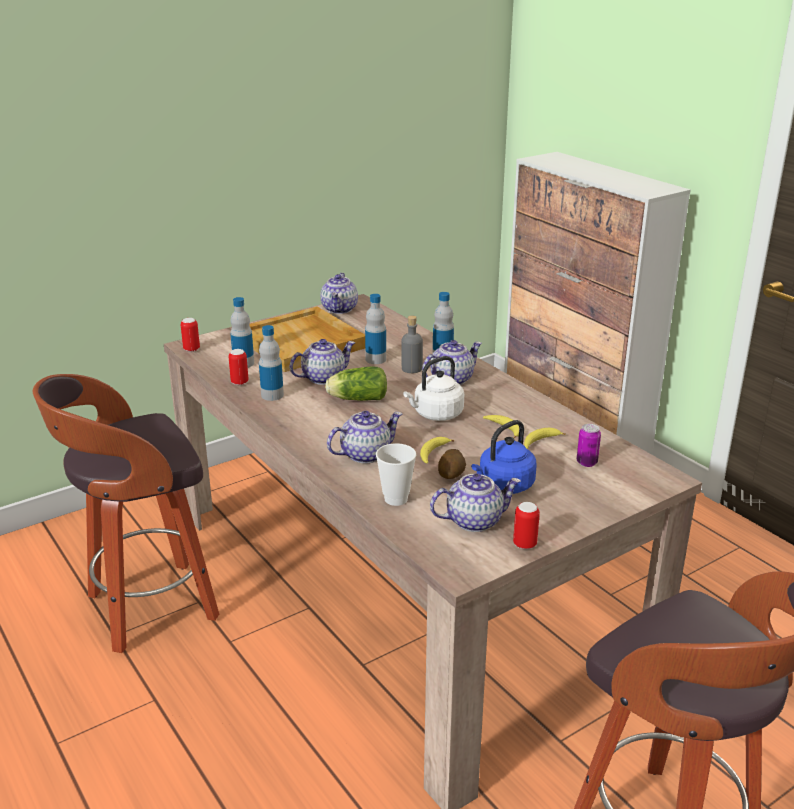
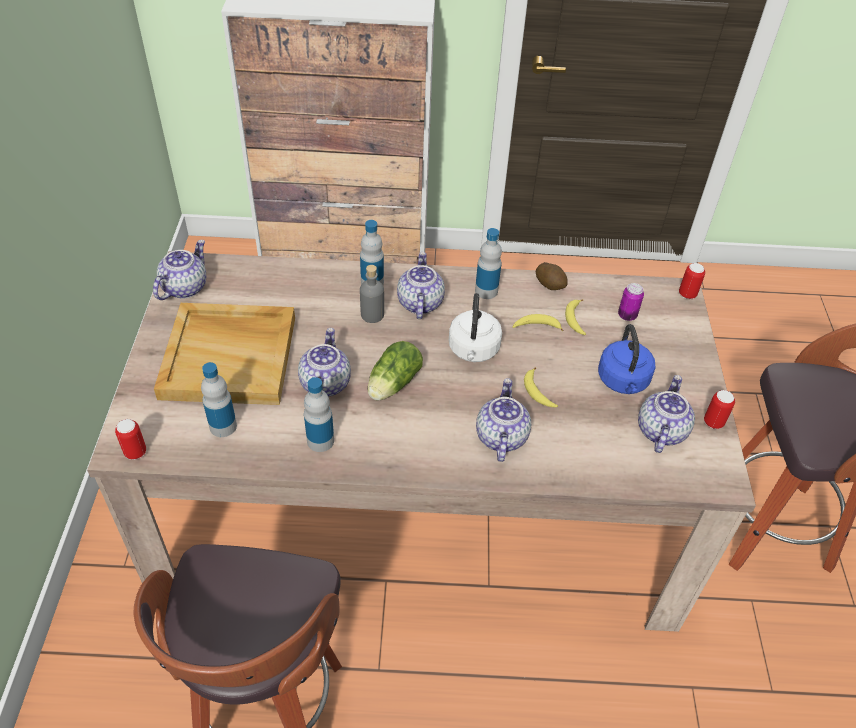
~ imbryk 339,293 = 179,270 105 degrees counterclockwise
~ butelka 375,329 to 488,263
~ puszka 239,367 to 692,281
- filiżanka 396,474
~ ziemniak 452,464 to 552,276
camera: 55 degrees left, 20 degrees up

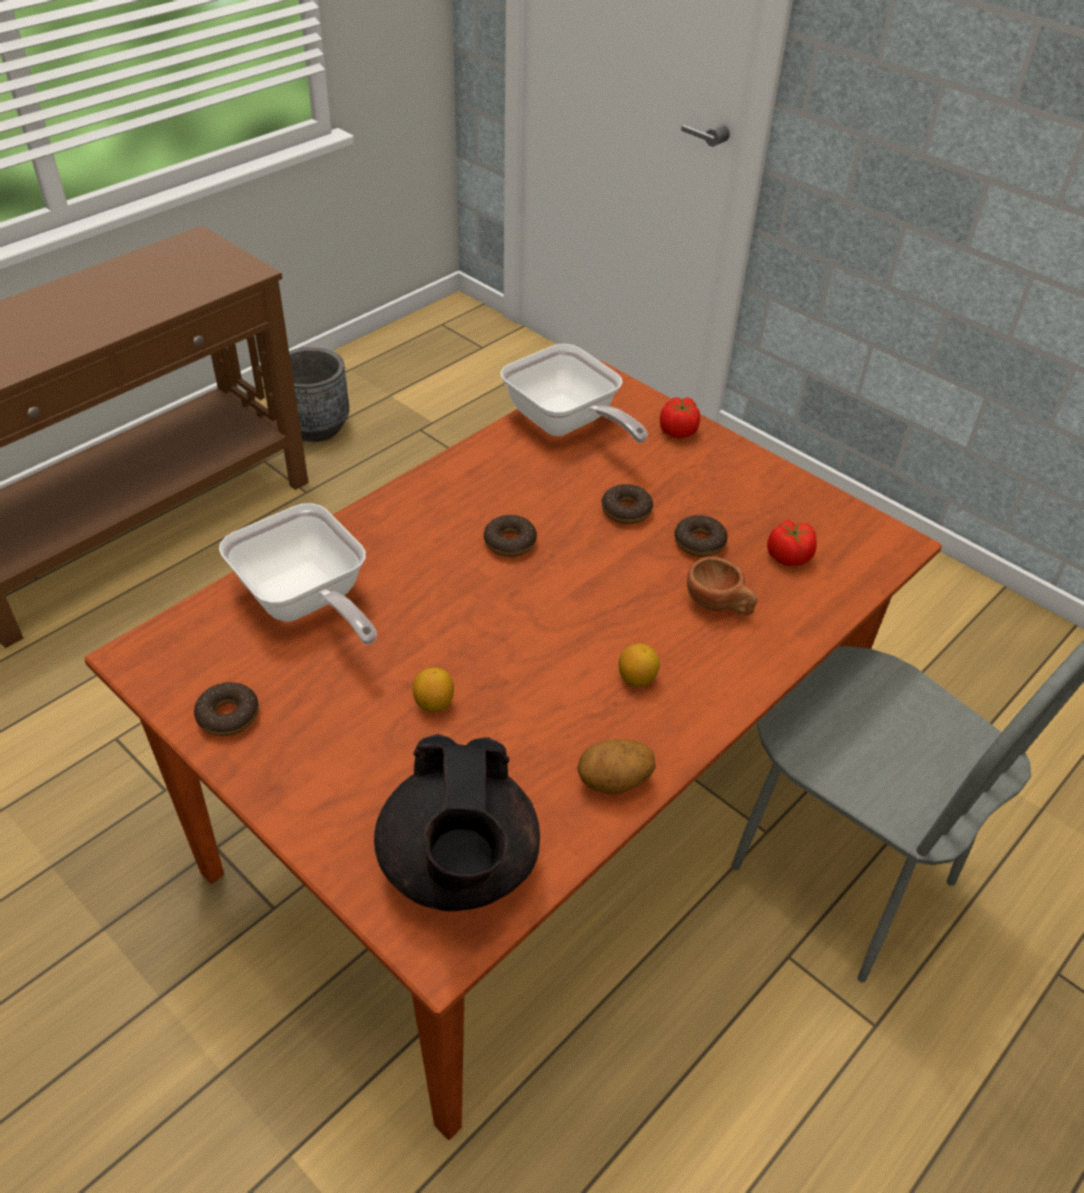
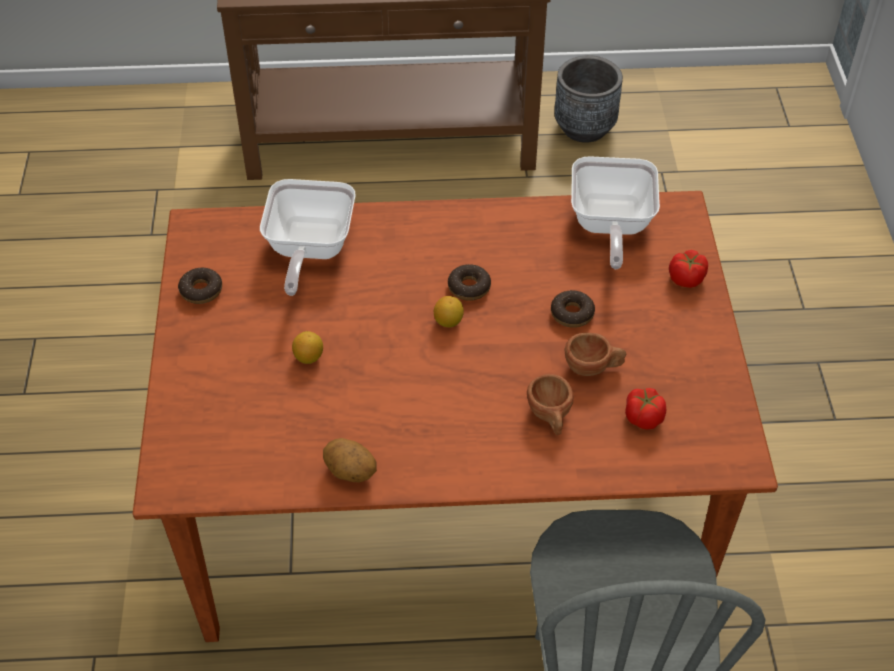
~ donut 701,536 to filiżanka (brązowy) 595,354
~ cytryna 639,664 to 449,311
- imbryk (czarny) 457,822
camera: 45 degrees right, 5 degrees up

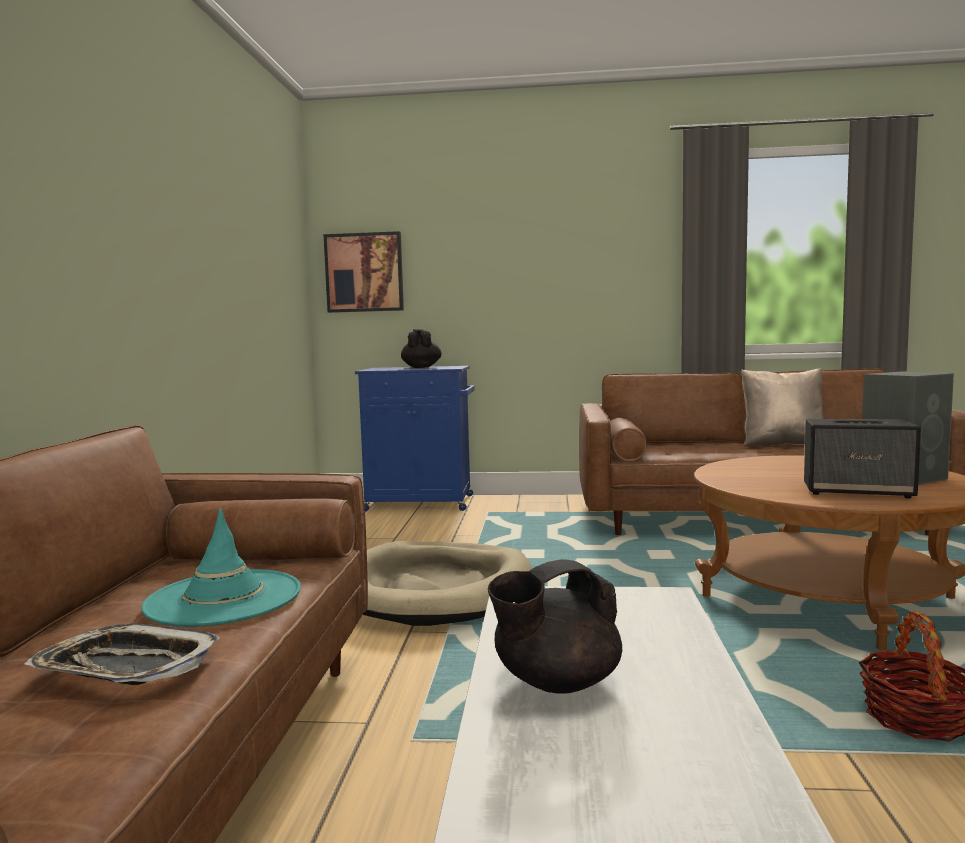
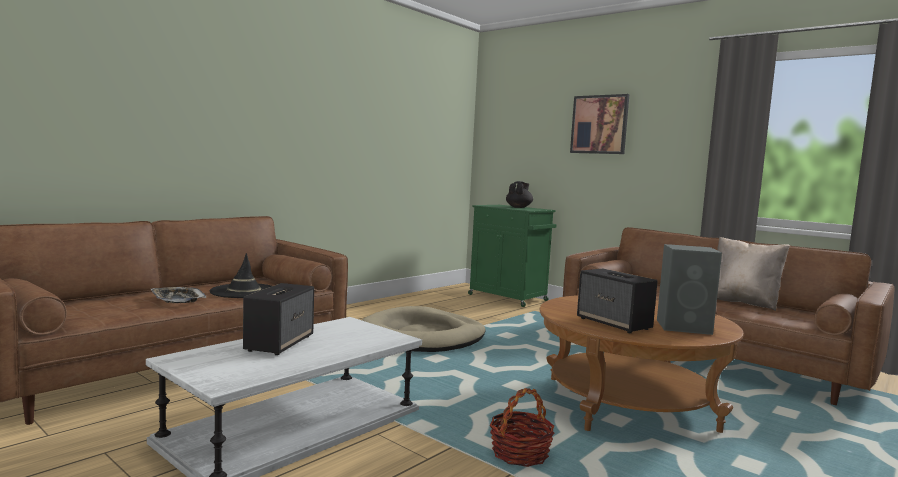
~ obraz 363,272 to 600,124
~ szafka (niebieski) 415,438 to szafka (zielony) 512,256
~ kapelusz (turkusowy) 221,567 to kapelusz (czarny) 241,275
~ imbryk (czarny) 555,626 to głośnik 278,319
camera: 35 degrees right, 0 degrees up

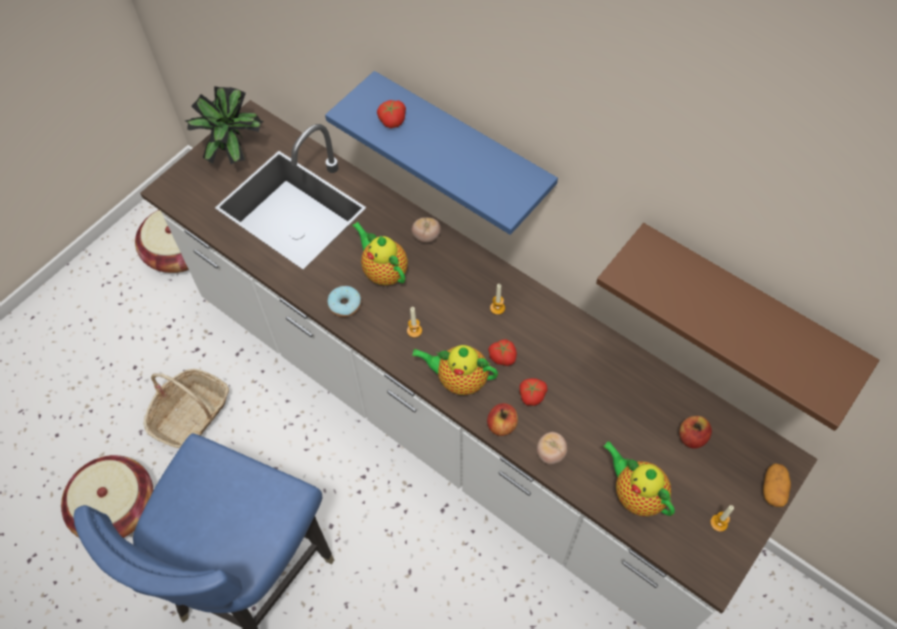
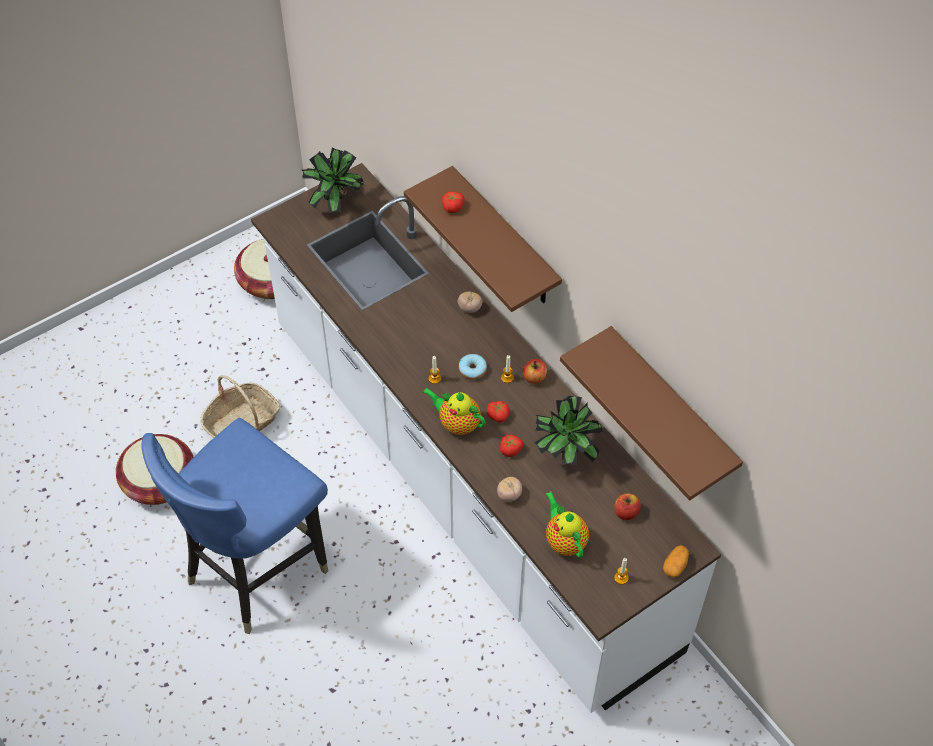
~ półka (niebieski) 441,153 to półka (brązowy) 483,239
- imbryk 380,254
~ donut 344,301 to 473,367
~ jabłko 502,419 to 535,371
+ roślina doniczkowa 568,430
camera: 15 degrees right, 5 degrees down

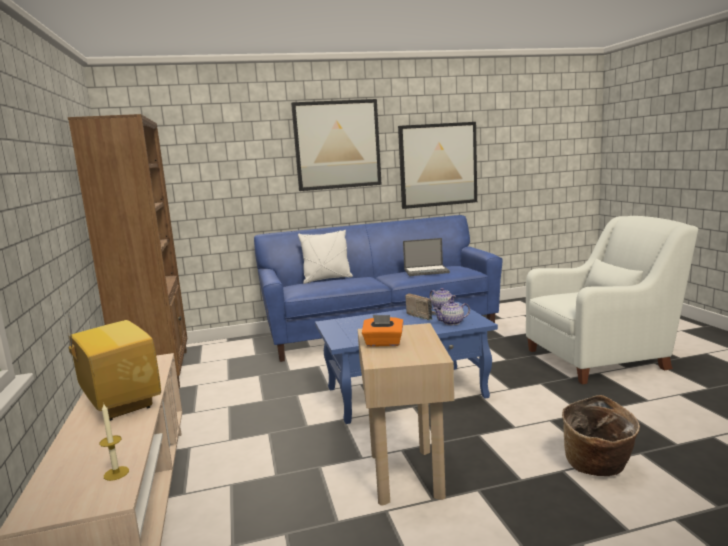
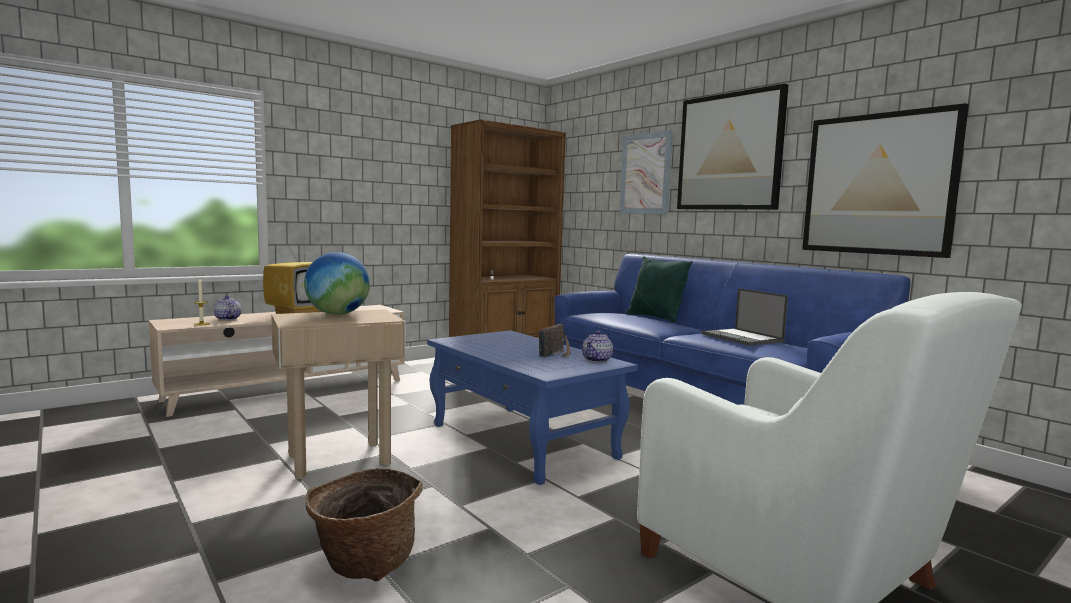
~ poduszka (biały) 325,257 to poduszka (zielony) 659,289
~ imbryk 451,312 to 227,307
~ pudełko chusteczek (pomarańczowy) 383,331 to globus 337,283
+ obraz 646,172
camera: 65 degrees right, 5 degrees down

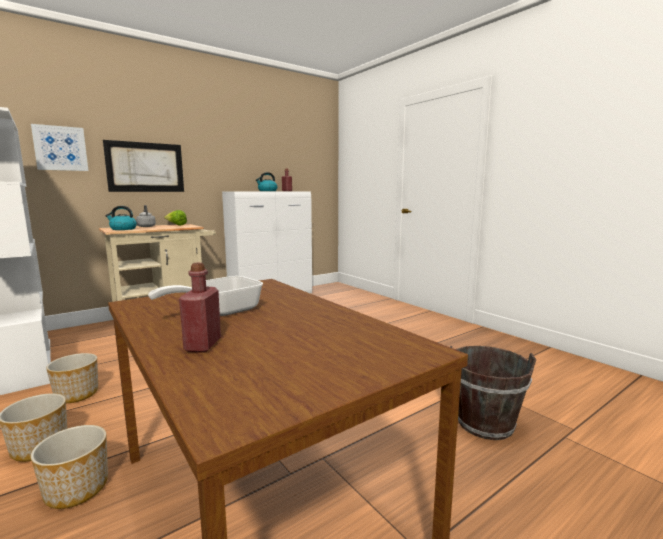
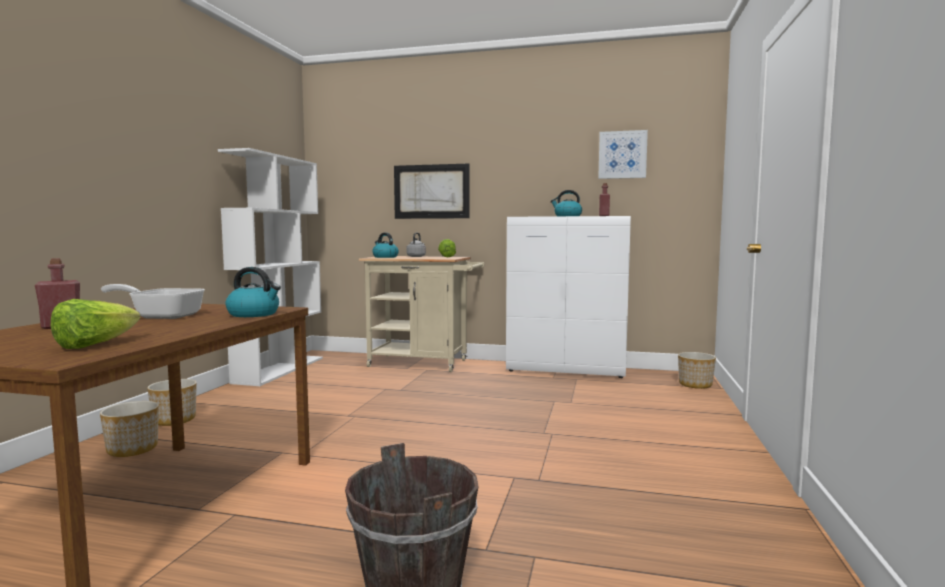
~ obraz 59,147 to 623,154
~ donica 72,378 to 697,370
+ czajnik 253,292
+ sałata 95,324
camera: 50 degrees right, 5 degrees down

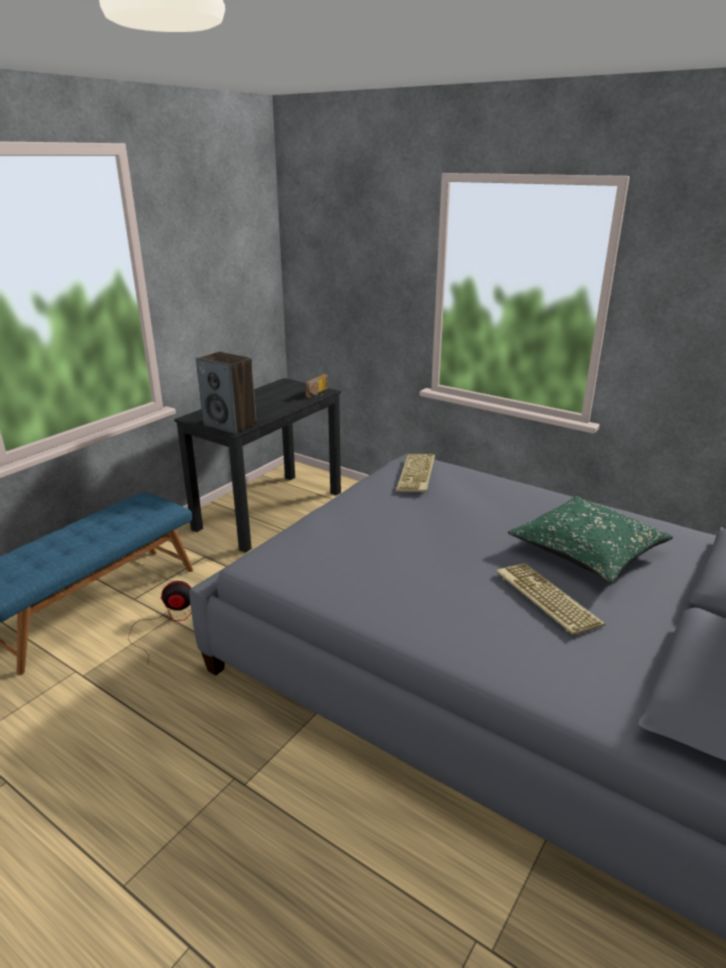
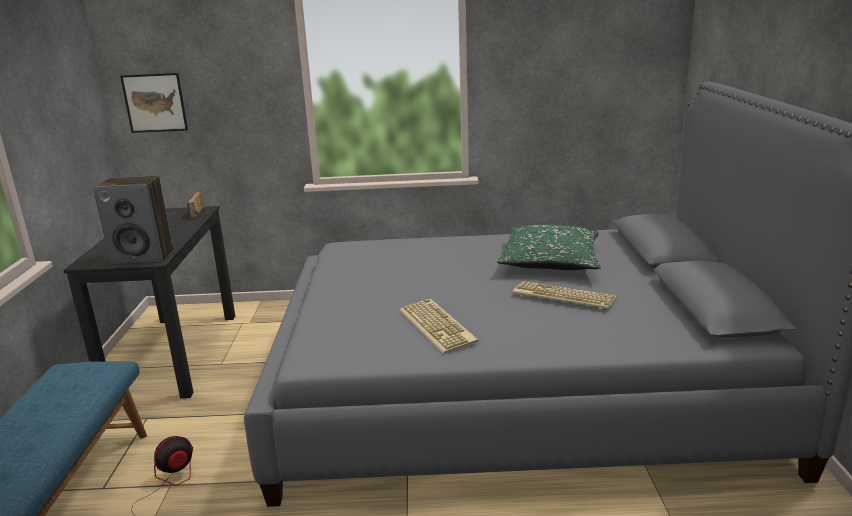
~ klawiatura 415,473 to 438,326
+ obraz 154,103
camera: 35 degrees left, 5 degrees down

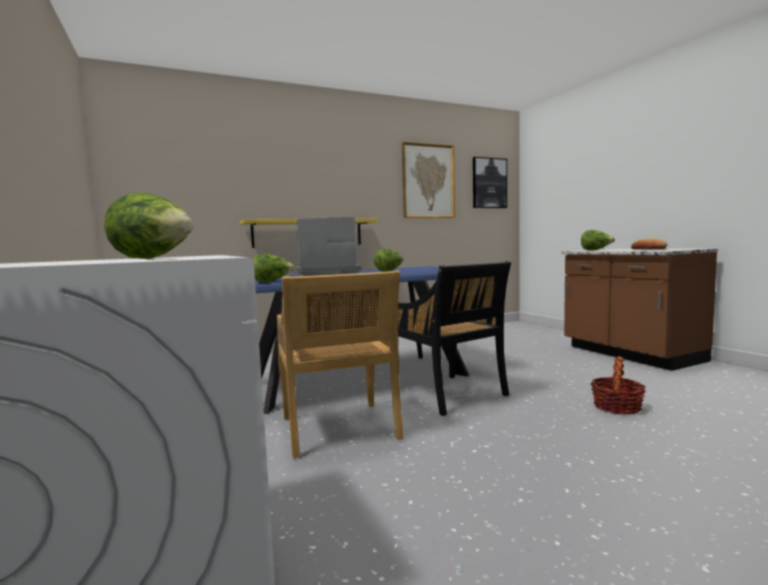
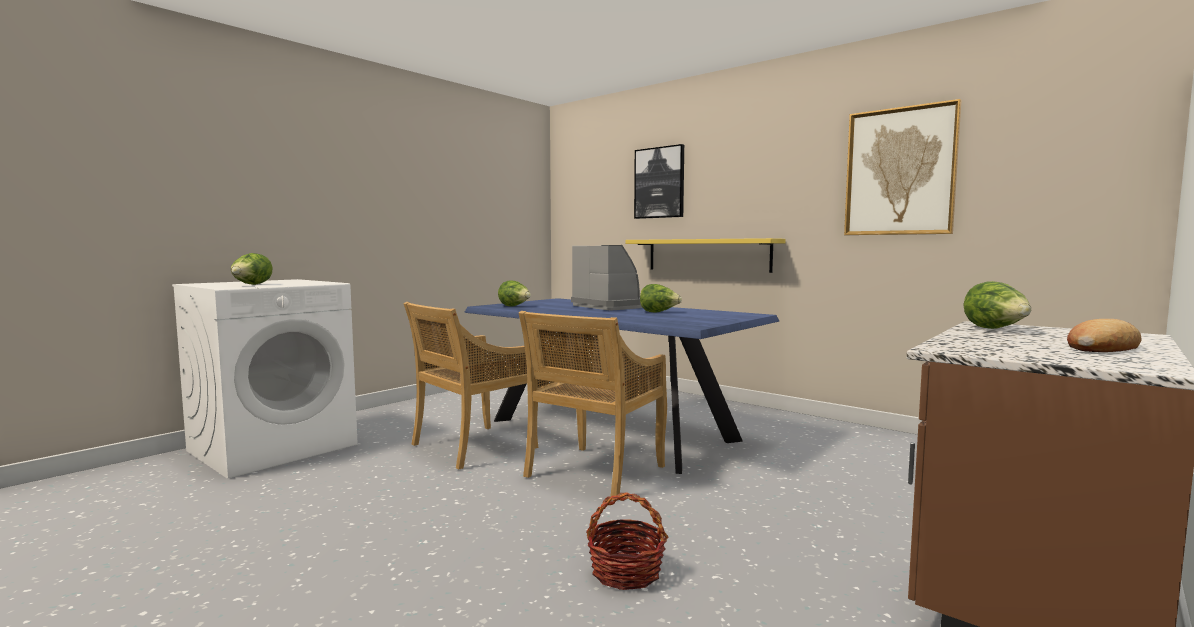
~ obraz 490,182 to 659,181
~ krzesło (czarny) 454,338 to krzesło (beżowy) 593,404
camera: 65 degrees right, 0 degrees up

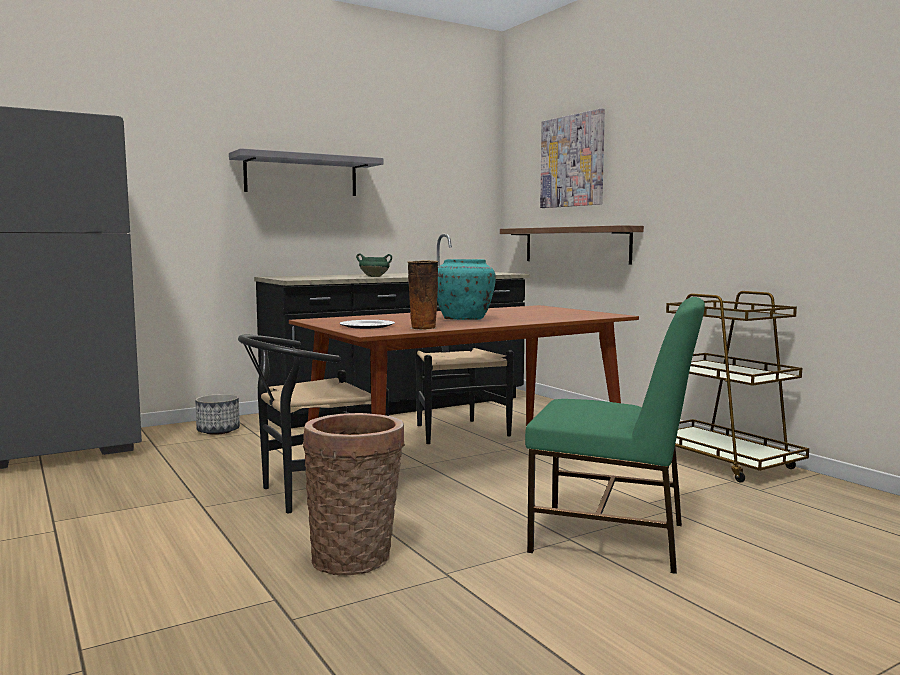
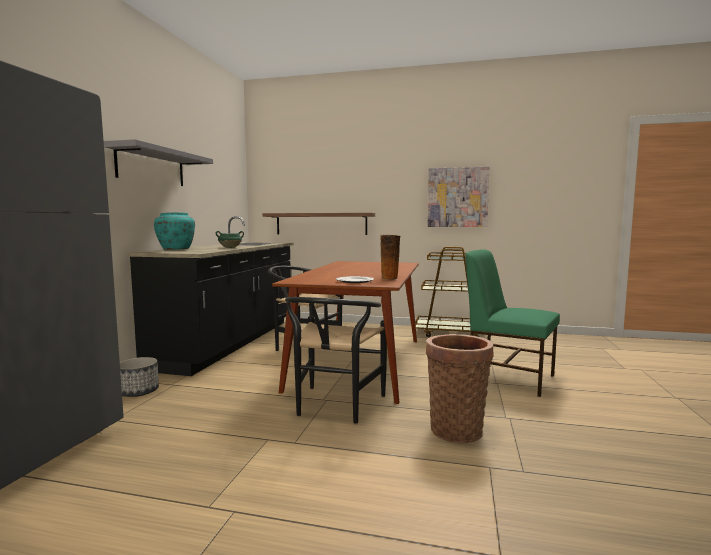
~ obraz 572,158 to 458,197
~ wazon (turkusowy) 466,289 to 174,231
~ krzesło (zielony) 615,435 = 512,323 120 degrees counterclockwise
camera: 45 degrees left, 0 degrees up

